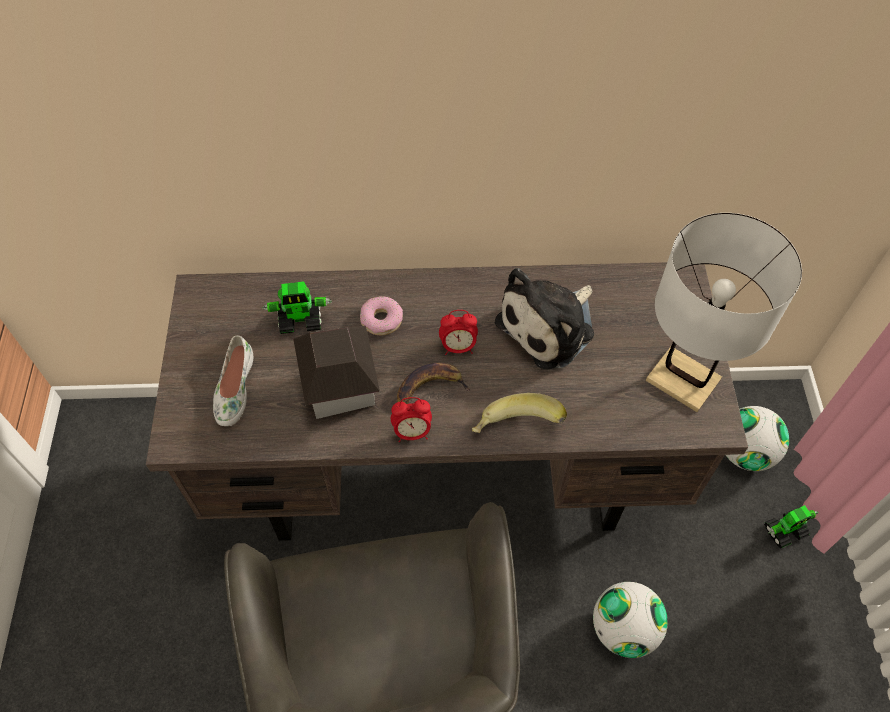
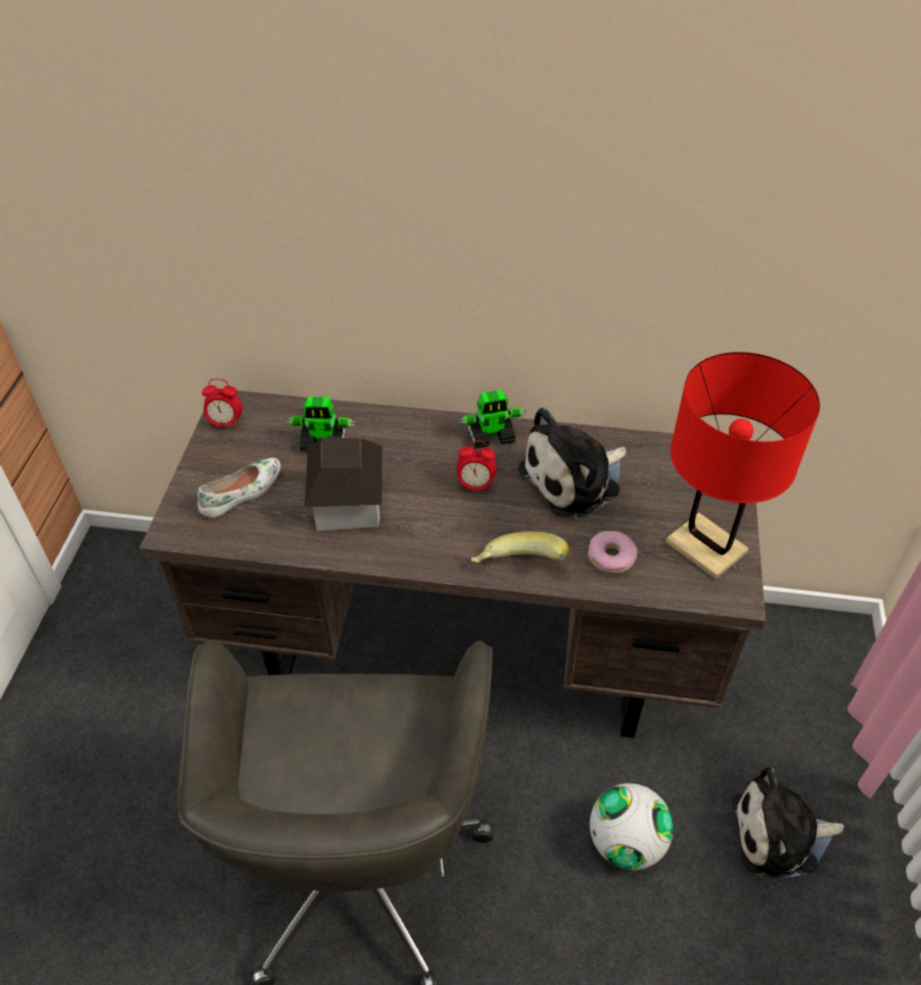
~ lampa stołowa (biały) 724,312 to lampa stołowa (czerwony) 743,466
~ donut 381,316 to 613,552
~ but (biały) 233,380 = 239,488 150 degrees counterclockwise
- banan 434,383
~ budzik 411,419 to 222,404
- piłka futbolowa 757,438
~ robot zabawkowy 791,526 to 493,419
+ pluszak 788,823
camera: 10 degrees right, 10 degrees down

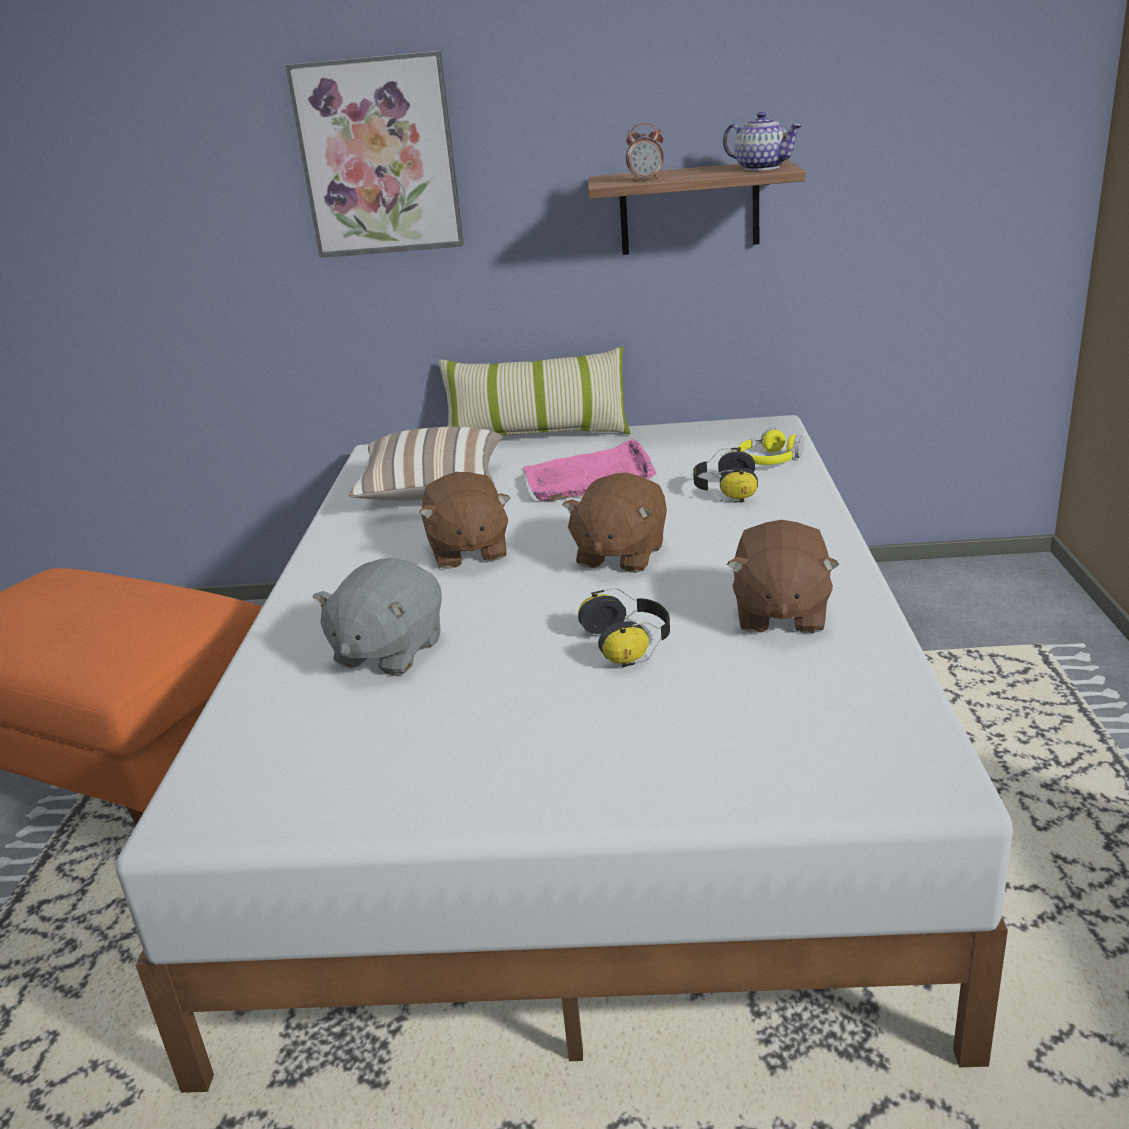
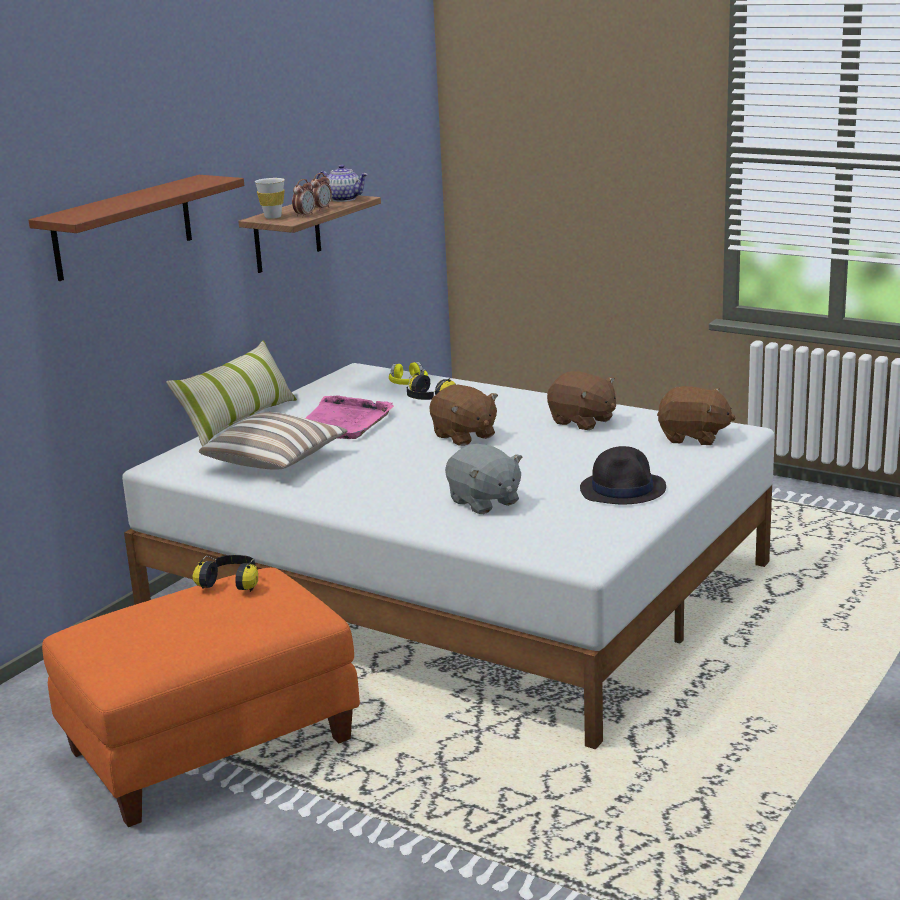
~ obraz 374,154 to półka (brązowy) 136,228
~ imbryk 763,141 = 342,183 45 degrees clockwise
~ pluszak (brązowy) 464,520 to 696,415
~ słuchawki 624,627 to 225,573
+ budzik 321,192
+ filiżanka (biały) 270,198
+ kapelusz (czarny) 623,475
camera: 60 degrees left, 5 degrees down

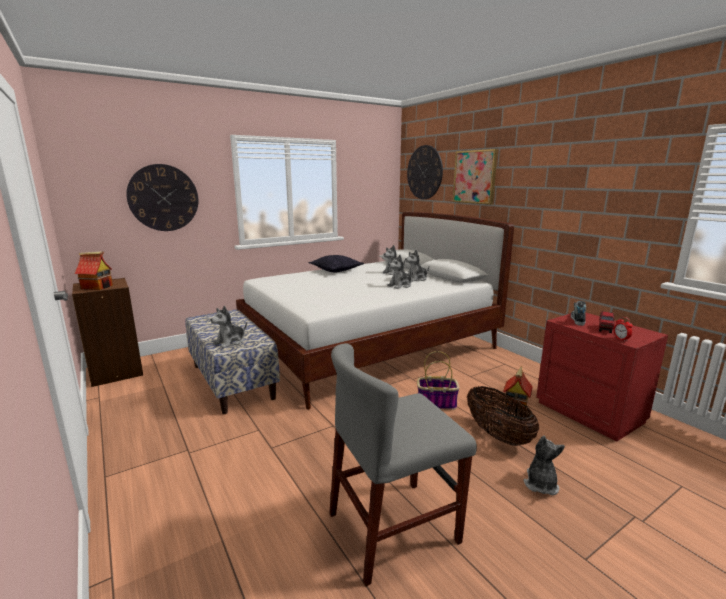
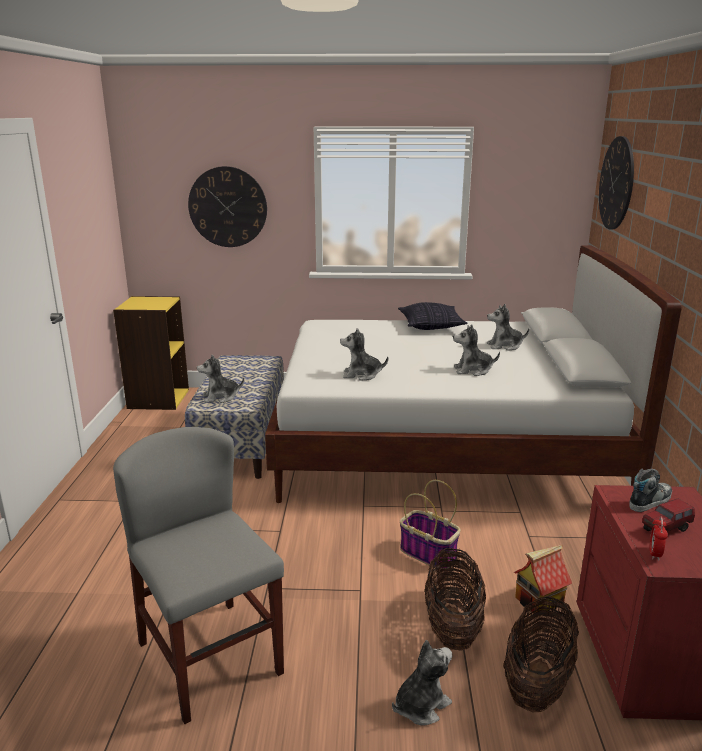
- obraz 475,177
~ pluszak 417,266 to 364,354
- domek 93,270
~ regał (brązowy) 107,332 to regał (żółty) 151,353
~ krzesło (szary) 403,464 = 198,575 45 degrees clockwise
+ koszyk 541,654
camera: 35 degrees right, 5 degrees up

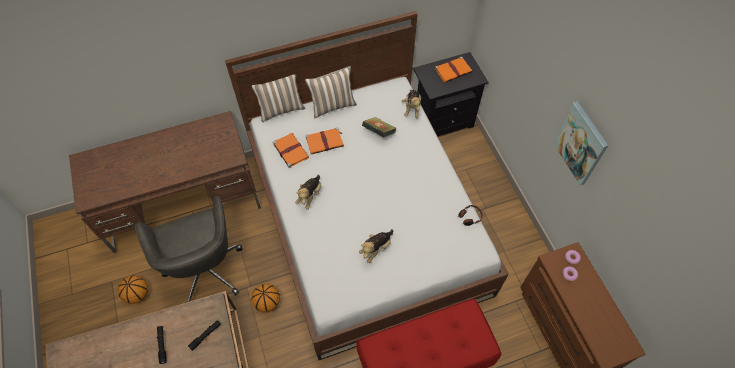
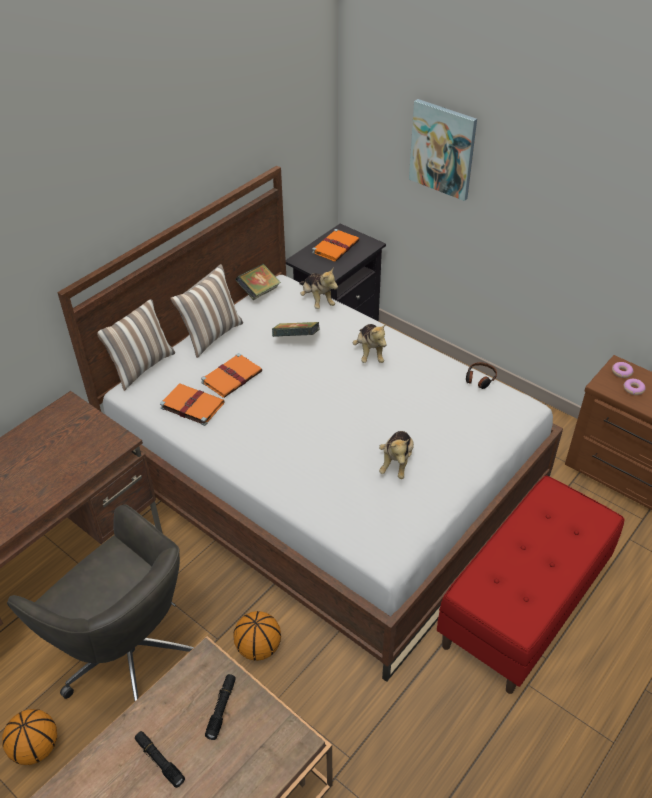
~ obraz 580,143 to 443,150
~ pluszak 308,192 to 370,343
+ książka 258,282
camera: 30 degrees left, 15 degrees down

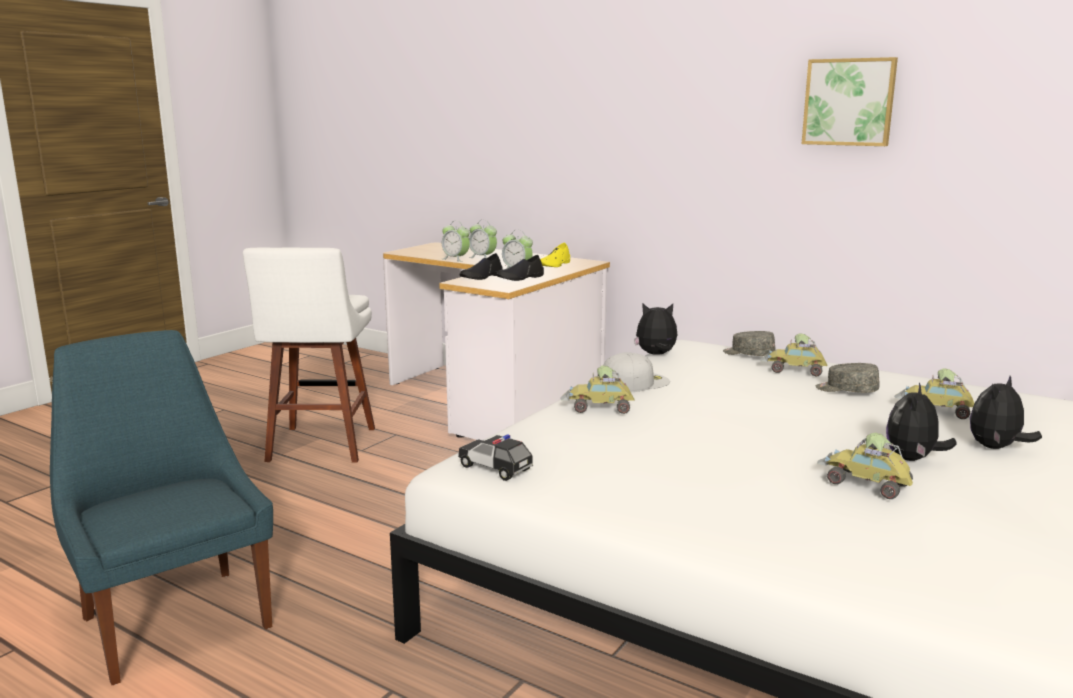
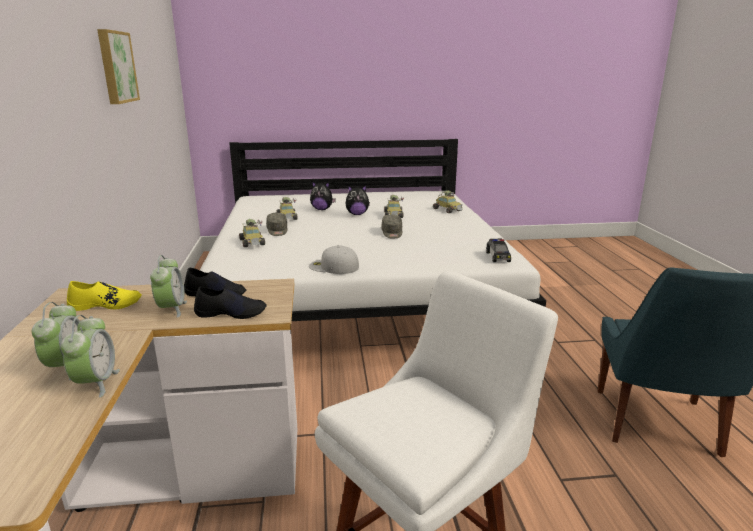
- pluszak 655,329
~ czapka z daszkiem (szary) 749,343 to 391,226
~ samochodzik 597,390 to 448,201
camera: 130 degrees left, 5 degrees up

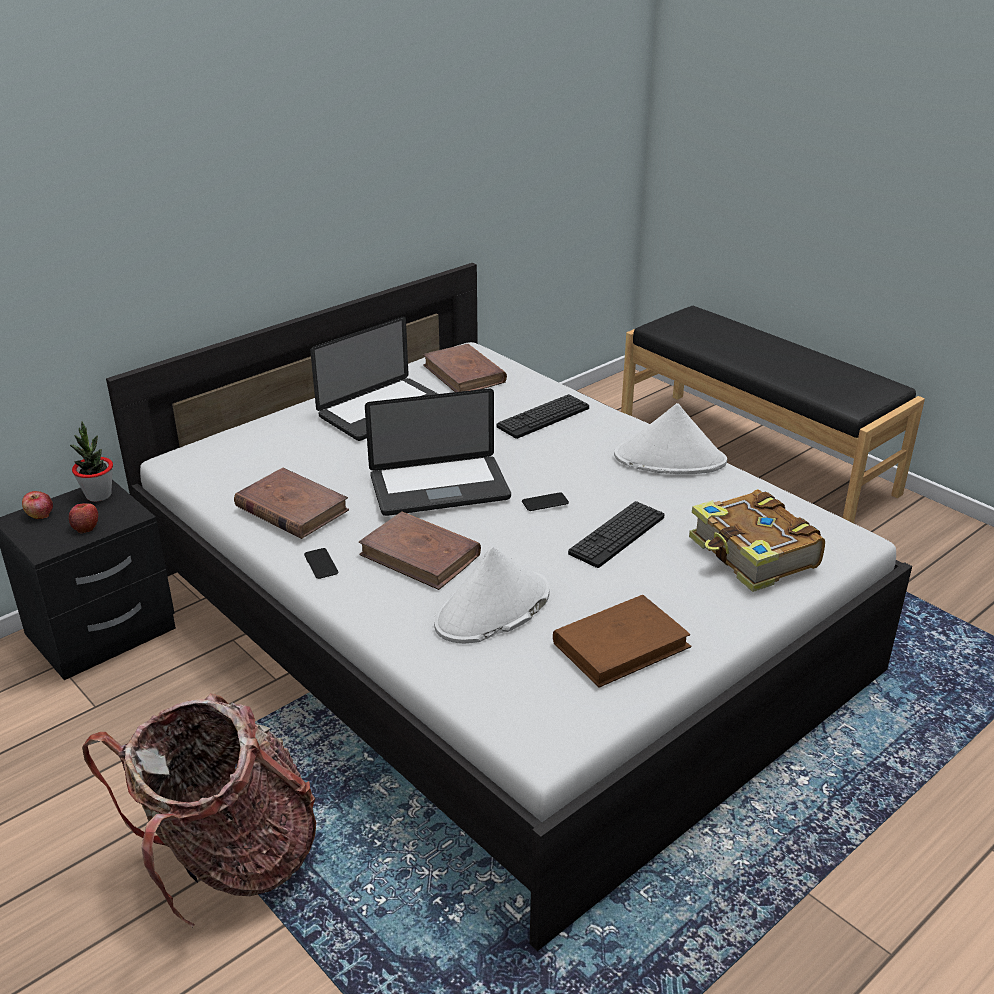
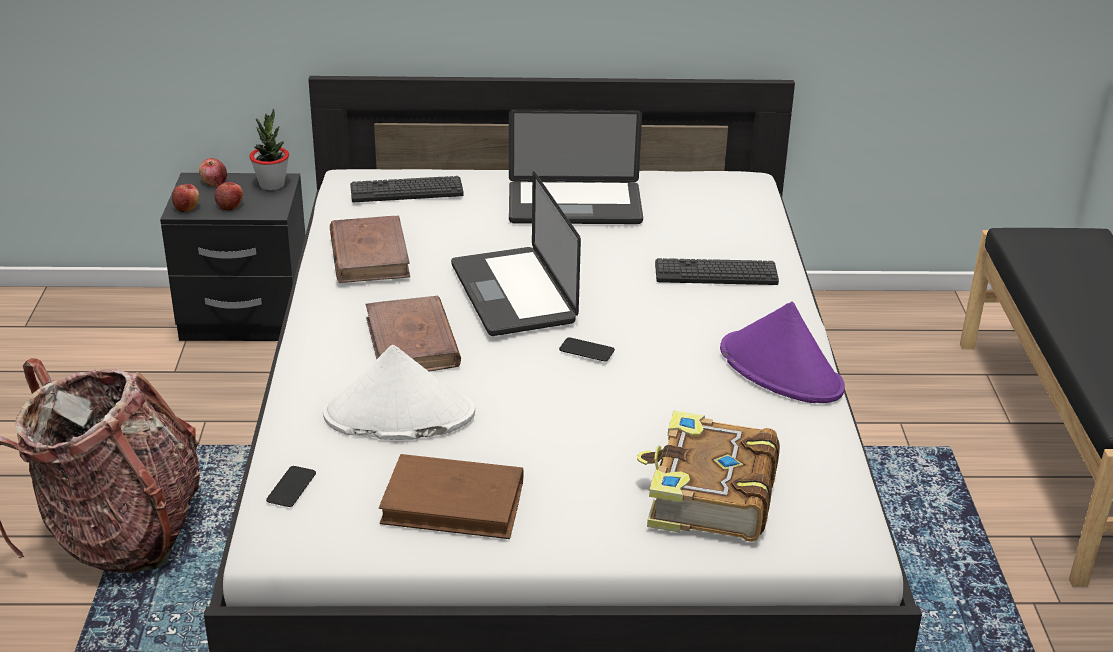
- książka (brązowy) 465,368
~ laptop 438,452 = 516,253 45 degrees clockwise
~ kapelusz (biały) 670,438 to kapelusz (fioletowy) 782,352
~ klawiatura 616,534 to 407,189
~ telefon 321,563 to 291,486
+ jabłko 186,198
camera: 40 degrees right, 0 degrees up

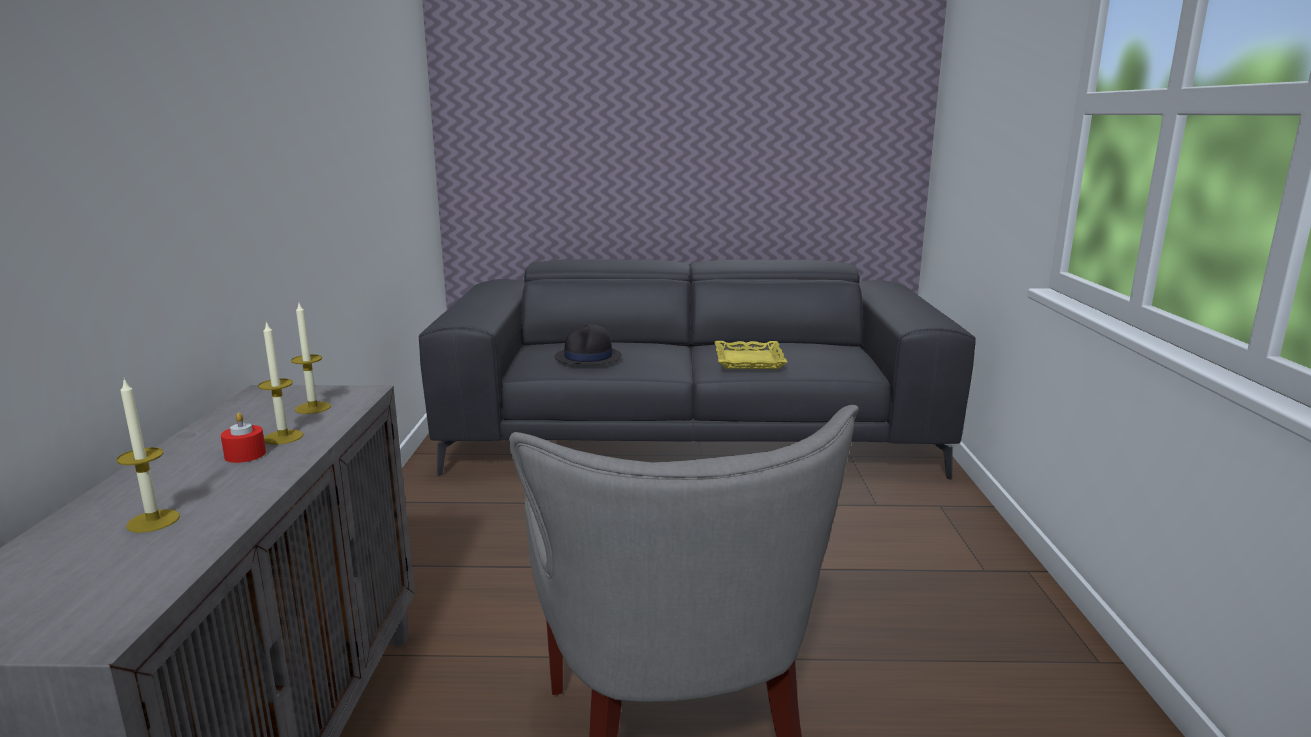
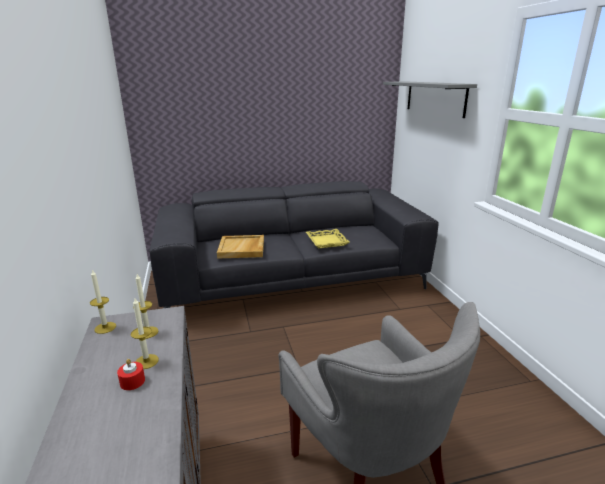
~ kapelusz (czarny) 588,344 to taca (beżowy) 240,247
~ świeca 148,455 to 103,301
+ półka (szary) 430,99
camera: 15 degrees left, 5 degrees up

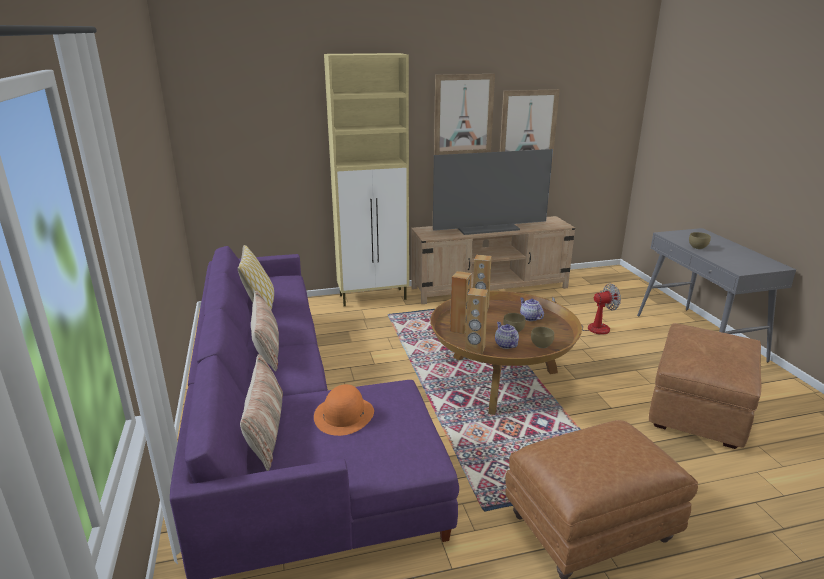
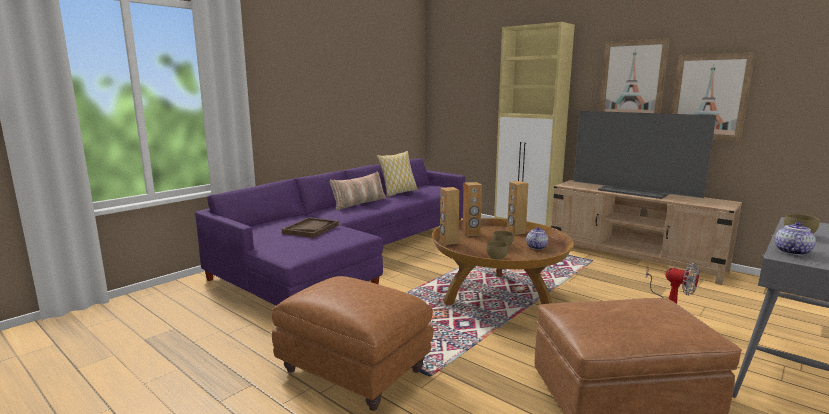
~ imbryk 507,335 to 795,238
- poduszka 261,412
~ kapelusz (pomarańczowy) 344,410 to taca (brązowy) 310,228
camera: 55 degrees right, 10 degrees down

